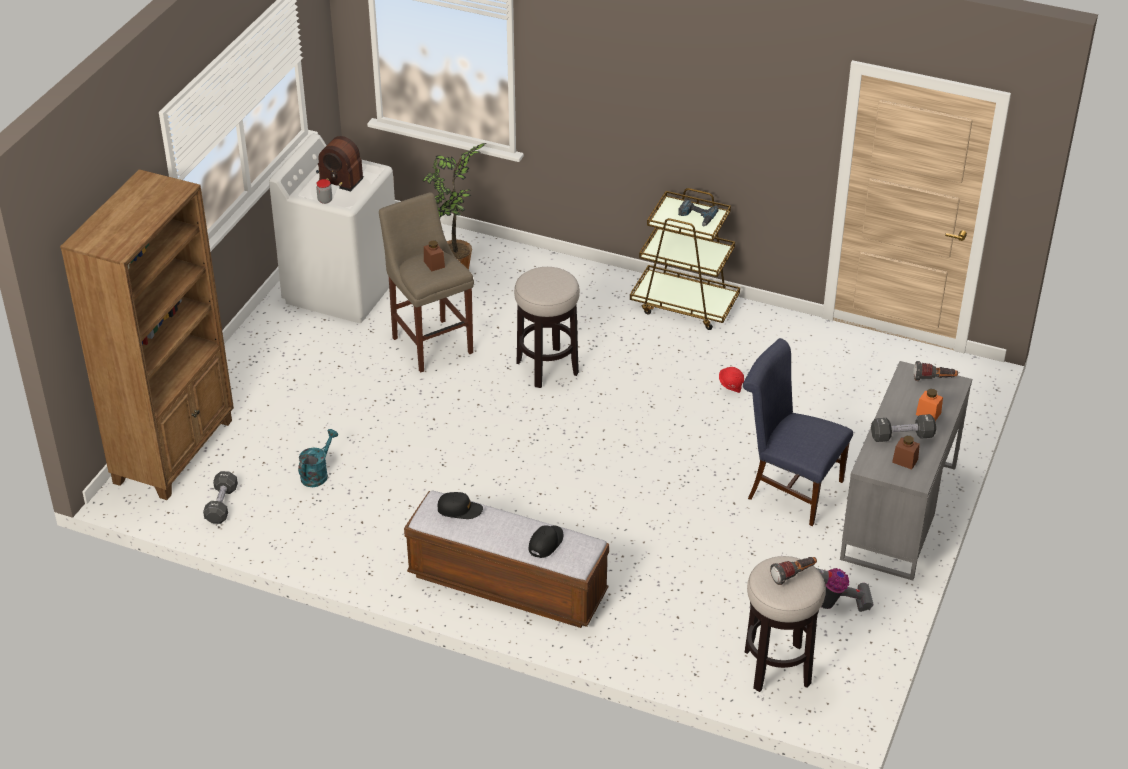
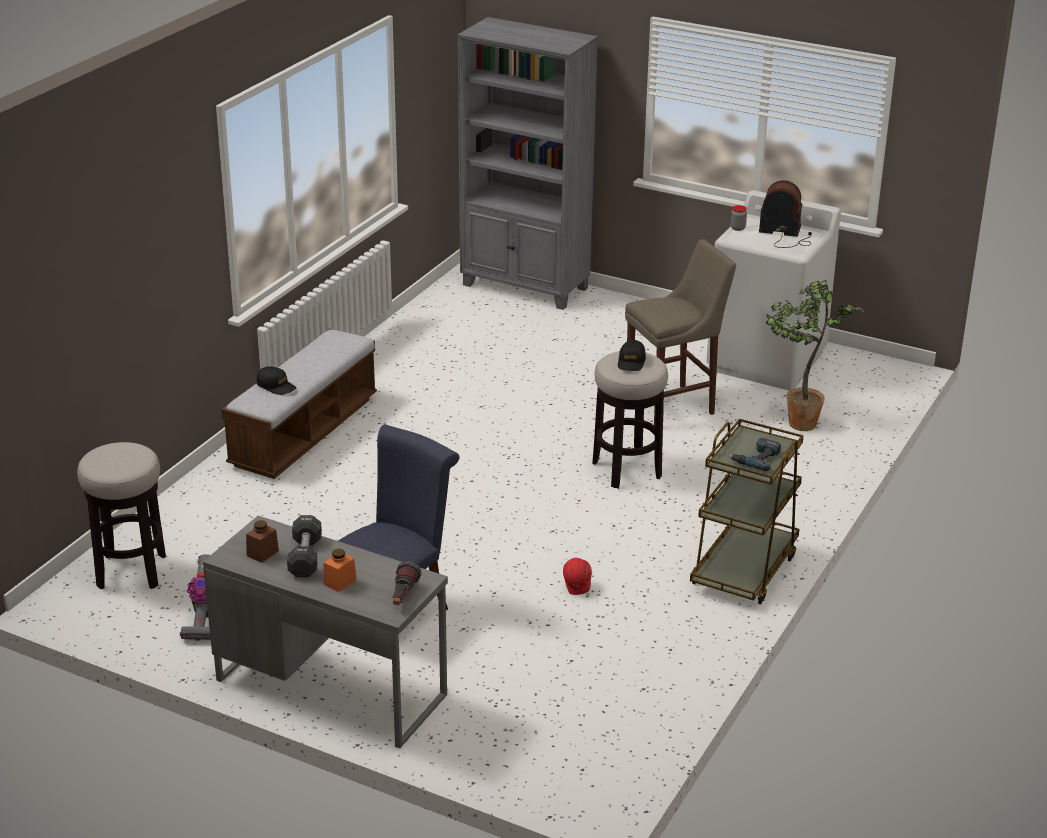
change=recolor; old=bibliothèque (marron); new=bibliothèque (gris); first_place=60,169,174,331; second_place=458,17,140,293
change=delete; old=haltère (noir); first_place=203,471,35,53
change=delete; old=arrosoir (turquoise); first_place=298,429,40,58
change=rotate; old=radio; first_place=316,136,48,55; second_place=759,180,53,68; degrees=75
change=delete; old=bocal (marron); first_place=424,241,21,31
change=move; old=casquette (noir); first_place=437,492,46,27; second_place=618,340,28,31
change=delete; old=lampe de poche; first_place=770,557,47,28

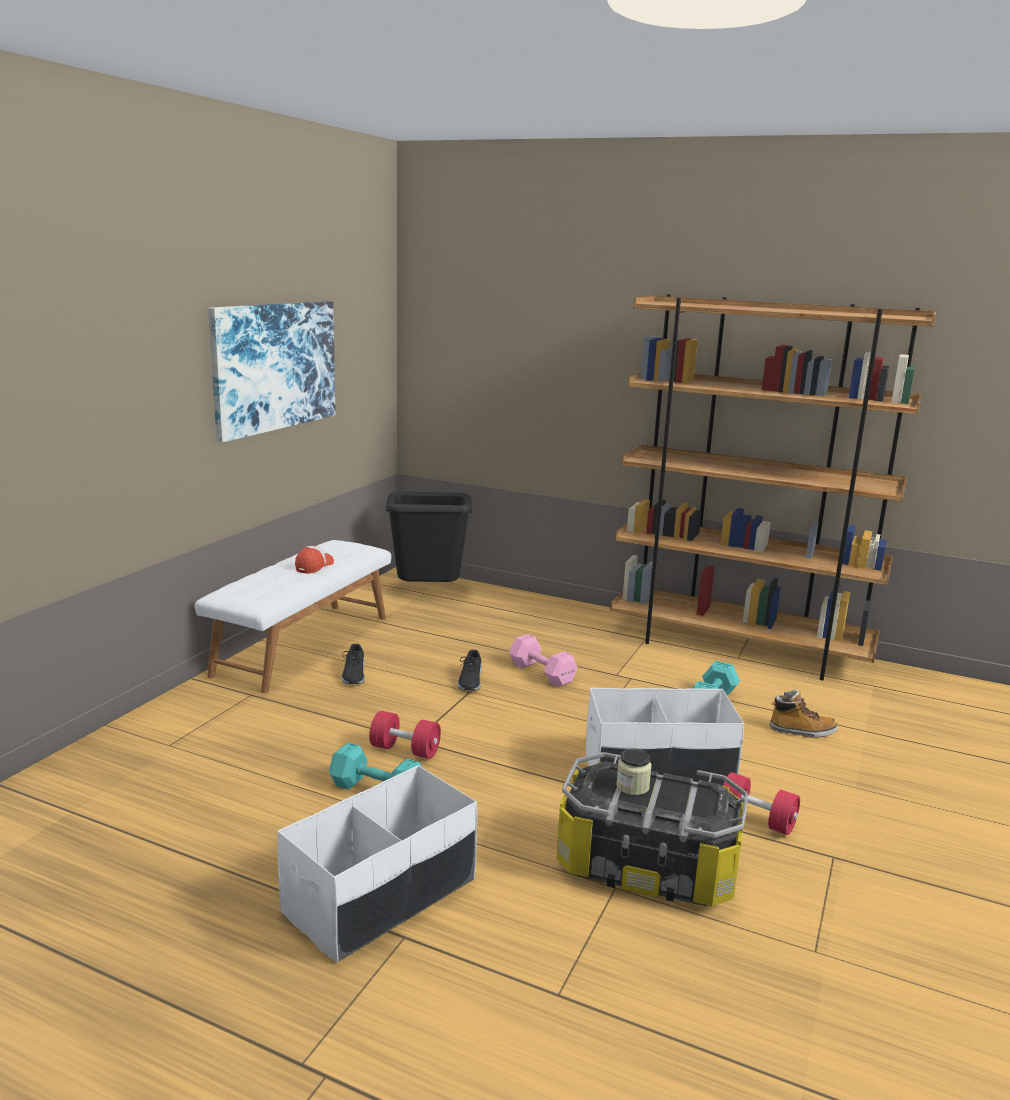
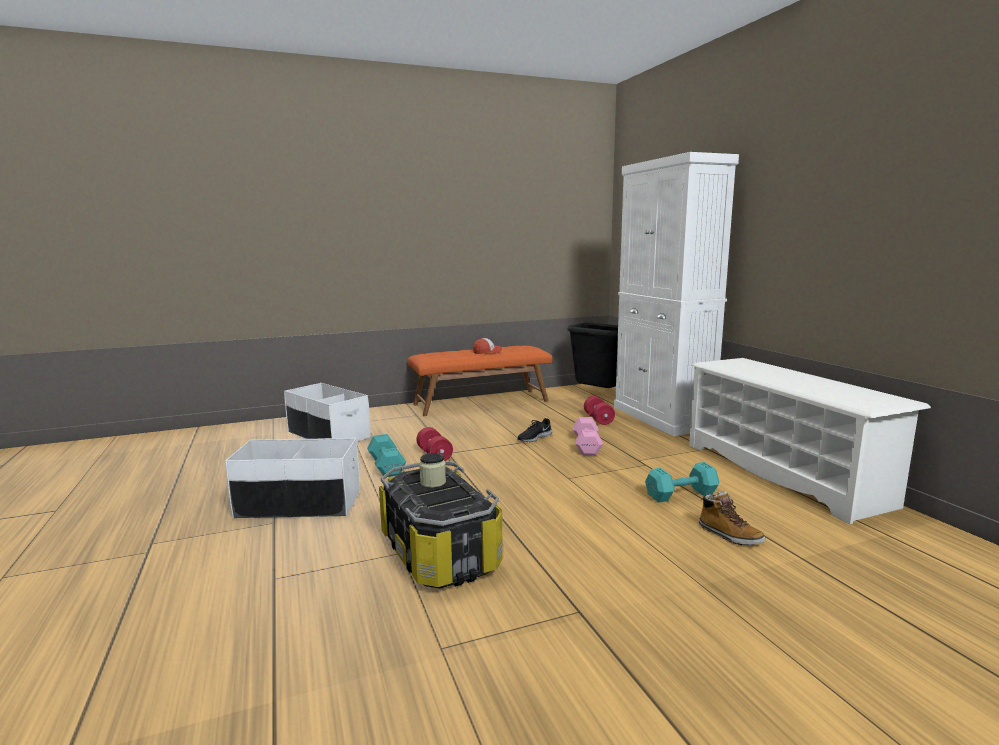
change=recolor; old=banc (blanc); new=banc (orange); first_place=195,540,196,153; second_place=408,346,144,70
change=delete; old=tableau; first_place=208,301,128,141
change=delete; old=chaussure (noir); first_place=341,644,24,40
change=move; old=boîte de rangement (blanc); first_place=586,688,159,98; second_place=284,383,87,59
change=replace; old=bibliothèque (marron); new=étagère à chaussures (blanc); first_place=610,294,326,386; second_place=689,358,242,166
change=move; old=haltère (rouge); first_place=723,772,77,63; second_place=584,396,31,29
change=insert; new=meuble de rangement (blanc); second_place=614,152,125,284

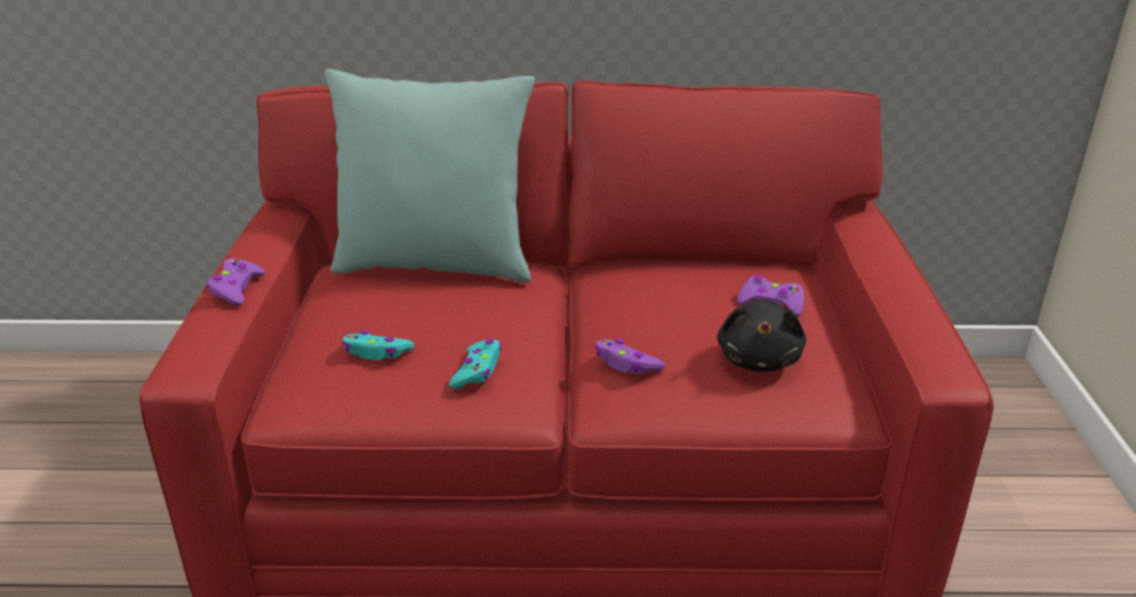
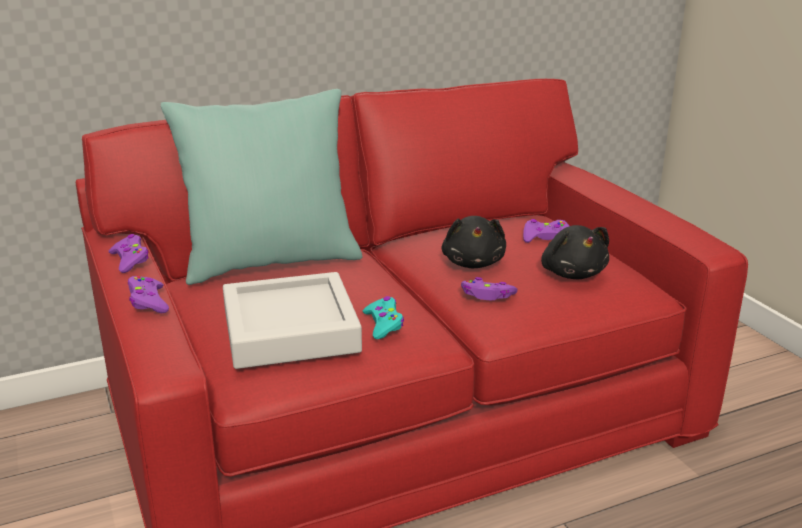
change=replace; old=manette (turquoise); new=plateau (gris); first_place=342,330,72,30; second_place=223,272,139,97
change=insert; new=manette (violet); second_place=108,234,41,39
change=insert; new=peluche (noir); second_place=442,216,64,53

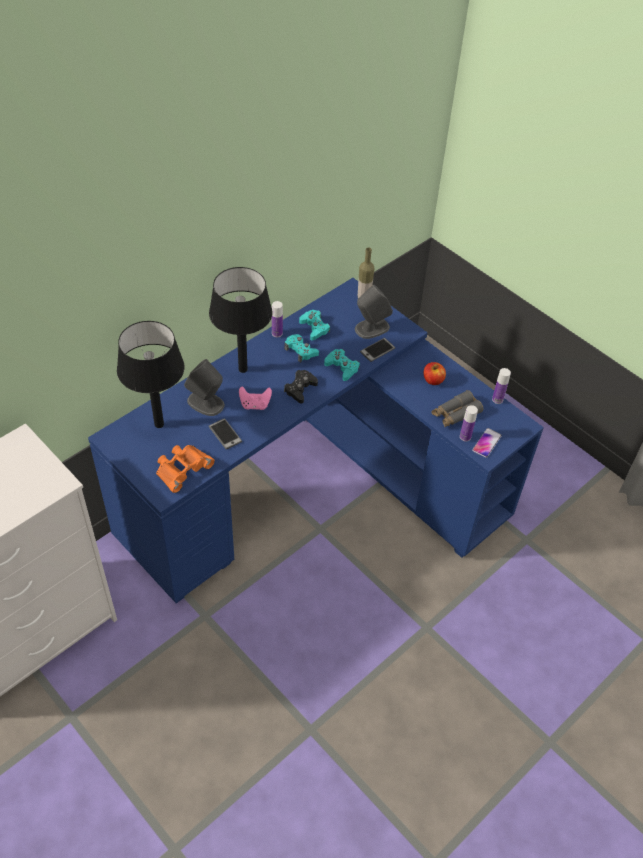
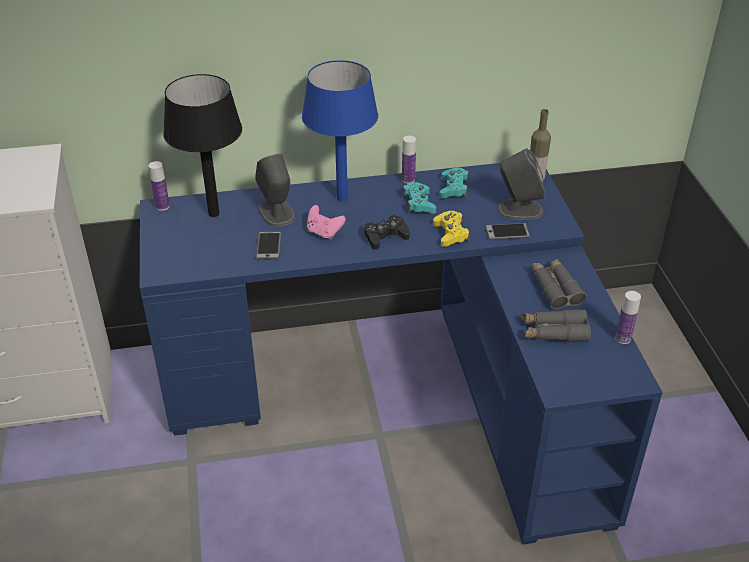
change=delete; old=jumelles (orange); first_place=156,445,59,48
change=recolor; old=lampe de table (noir); new=lampe de table (bleu); first_place=209,267,64,106; second_place=302,60,76,141
change=recolor; old=manette (turquoise); new=manette (jaune); first_place=324,349,36,32; second_place=433,211,37,36
change=replace; old=pomme; new=jumelles (gris); first_place=424,362,22,23; second_place=531,259,56,51
change=move; old=bouteille; first_place=460,405,18,37; second_place=149,161,21,50
change=delete; old=téléphone; first_place=472,428,30,30

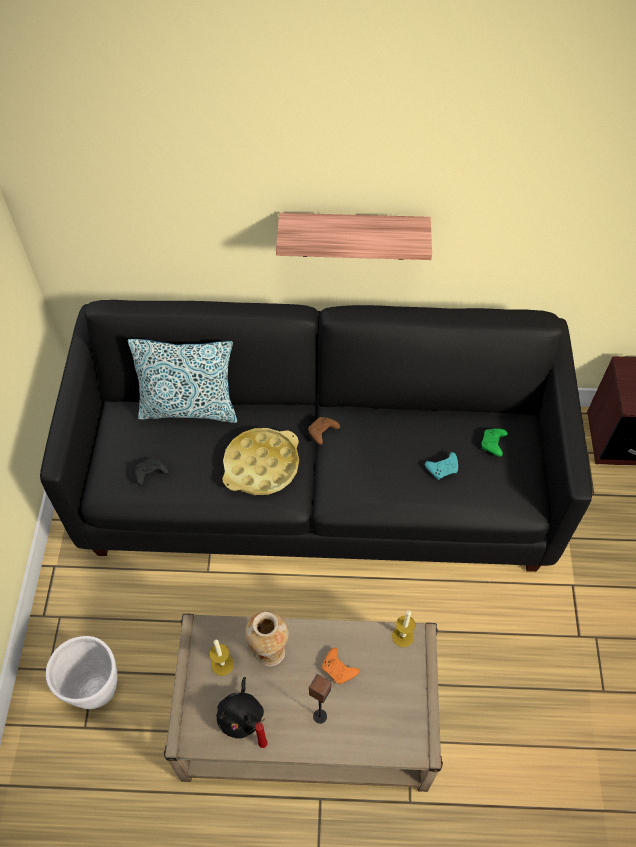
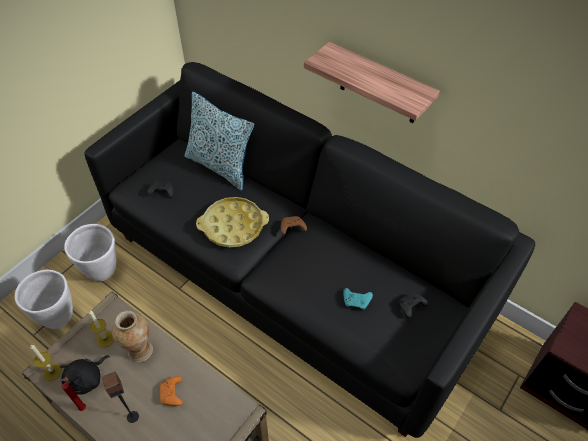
change=move; old=bougie; first_place=392,610,23,37; second_place=30,345,32,36
change=recolor; old=manette (vert); new=manette (noir); first_place=481,428,27,29; second_place=399,292,29,26
change=insert; new=cache-pot (blanc); second_place=64,224,53,57

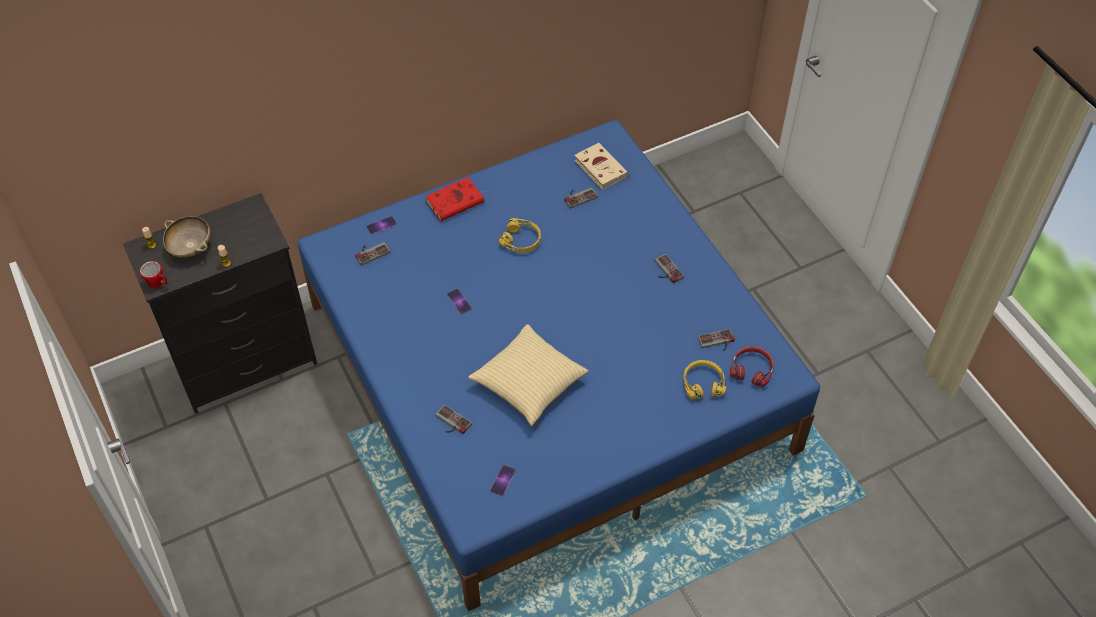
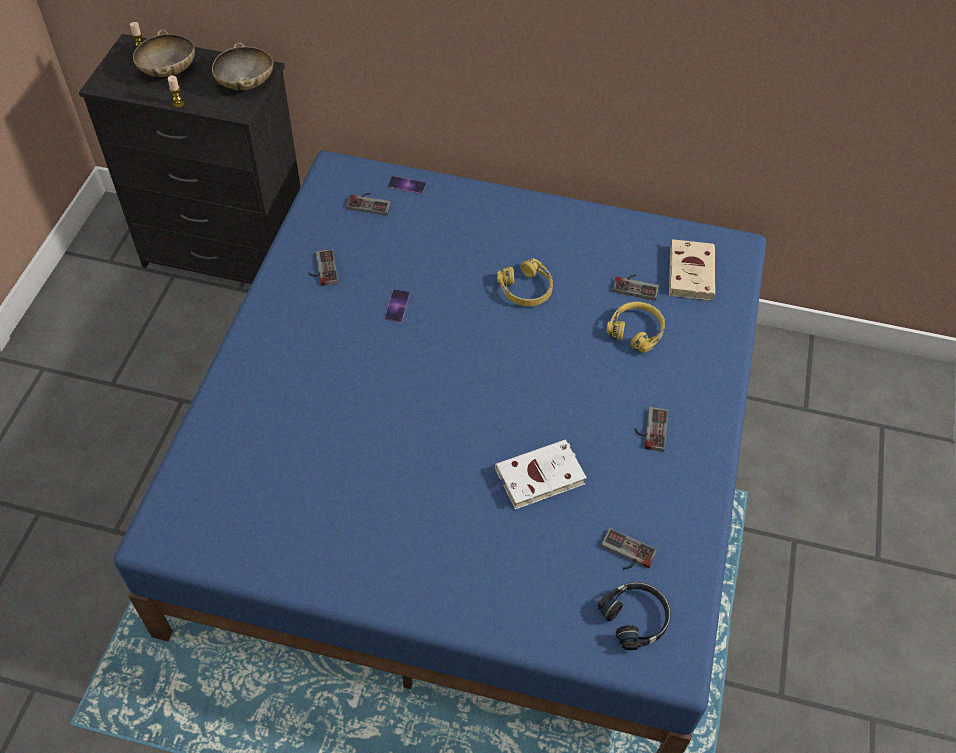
change=delete; old=mug; first_place=140,261,27,27
change=delete; old=livre (rouge); first_place=425,177,62,44
change=move; old=manette; first_place=435,404,37,30; second_place=308,249,31,37
change=delete; old=coussin; first_place=468,324,121,102
change=delete; old=téléphone; first_place=490,465,26,31
change=move; old=casque audio (jaune); first_place=683,360,43,39; second_place=606,301,59,52
change=recolor; old=casque audio (rouge); new=casque audio (noir); first_place=730,346,44,41; second_place=598,582,73,68
change=insert; new=bol (beige); second_place=212,42,61,48
change=insert; new=livre (blanc); second_place=488,440,99,70

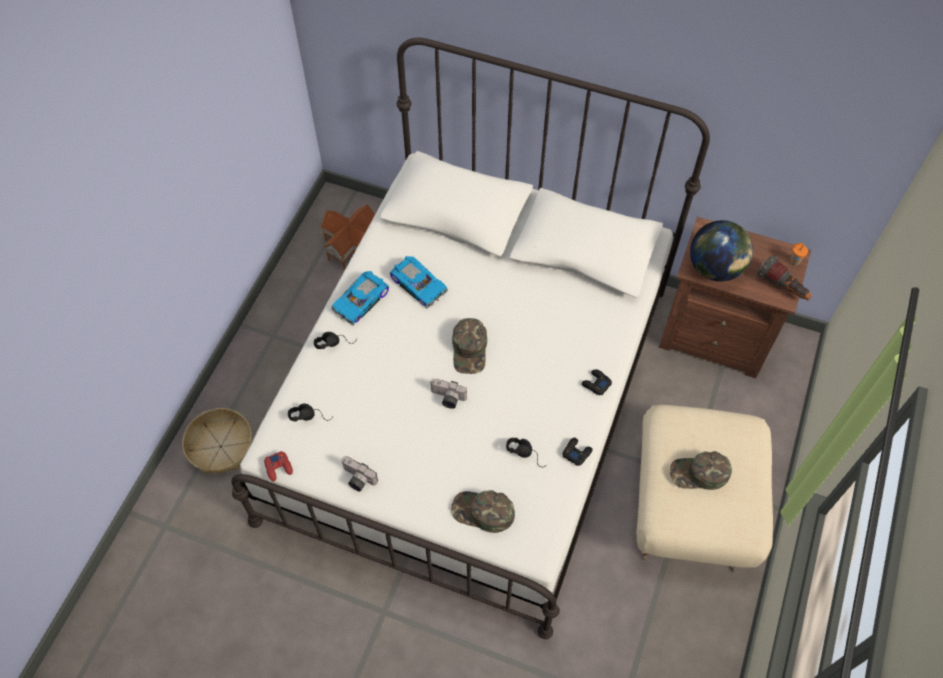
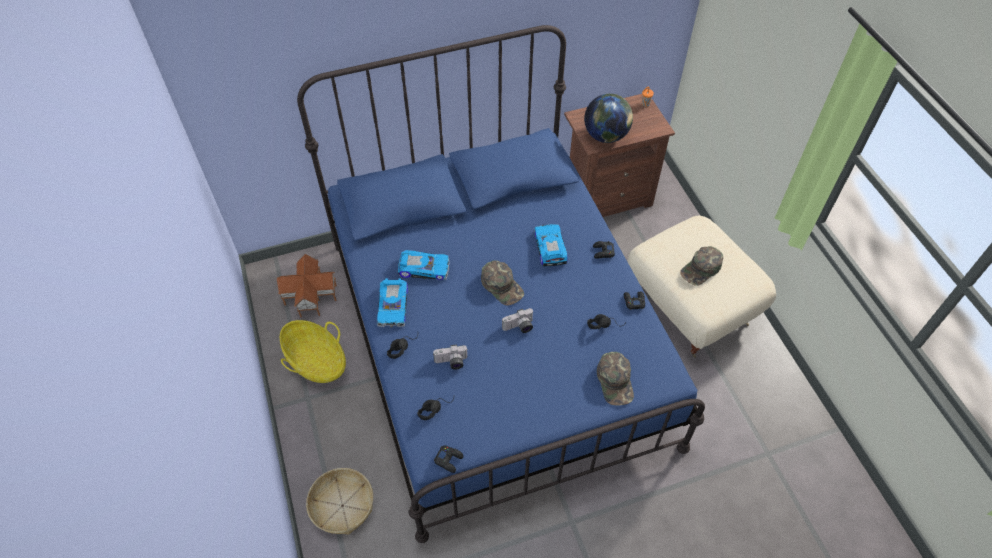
change=recolor; old=lit (blanc); new=lit (bleu); first_place=231,38,479,601; second_place=297,25,408,518
change=recolor; old=manette (rouge); new=manette (noir); first_place=264,451,29,30; second_place=434,445,29,28
change=move; old=appareil photo; first_place=342,456,36,36; second_place=433,344,35,26
change=rotate; old=casquette (vert); first_place=451,490,64,43; second_place=597,352,37,54; degrees=-75
change=delete; old=lampe de poche; first_place=758,255,54,45
change=insert; new=panier; second_place=280,320,66,63
change=insert; new=petite voiture; second_place=534,224,34,42

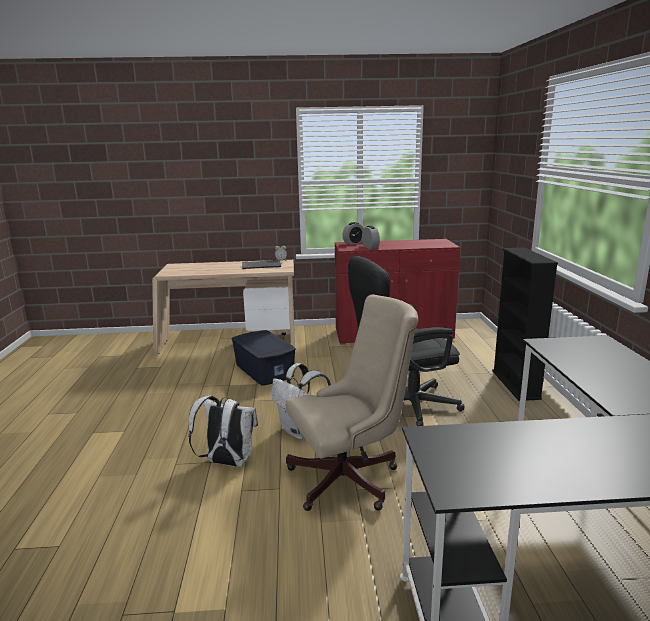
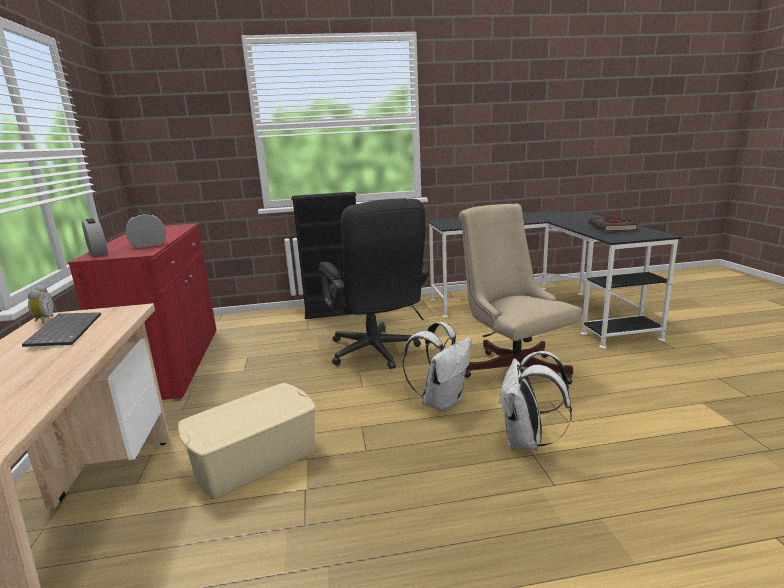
change=recolor; old=boîte de rangement (bleu); new=boîte de rangement (beige); first_place=232,330,64,56; second_place=178,383,138,116
change=insert; new=livre (noir); second_place=589,217,49,14

